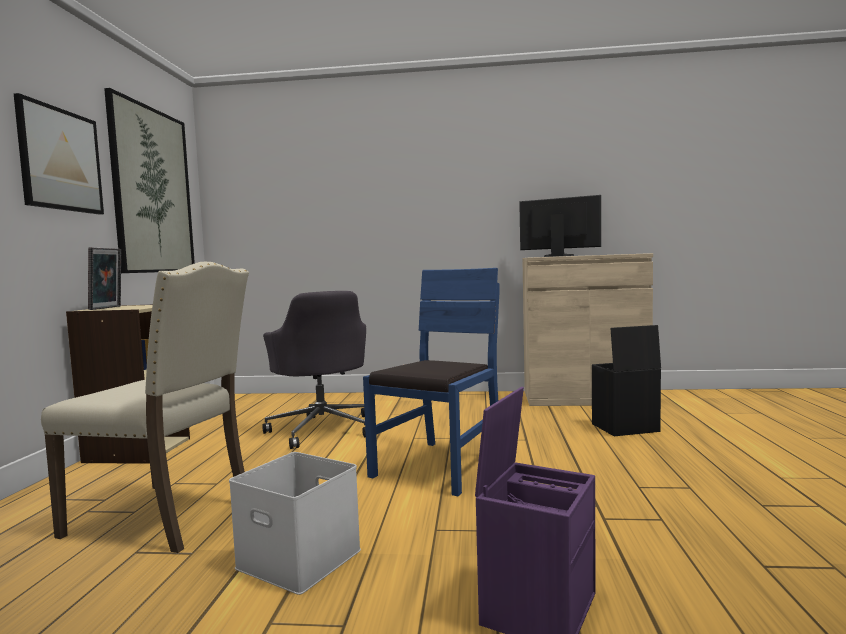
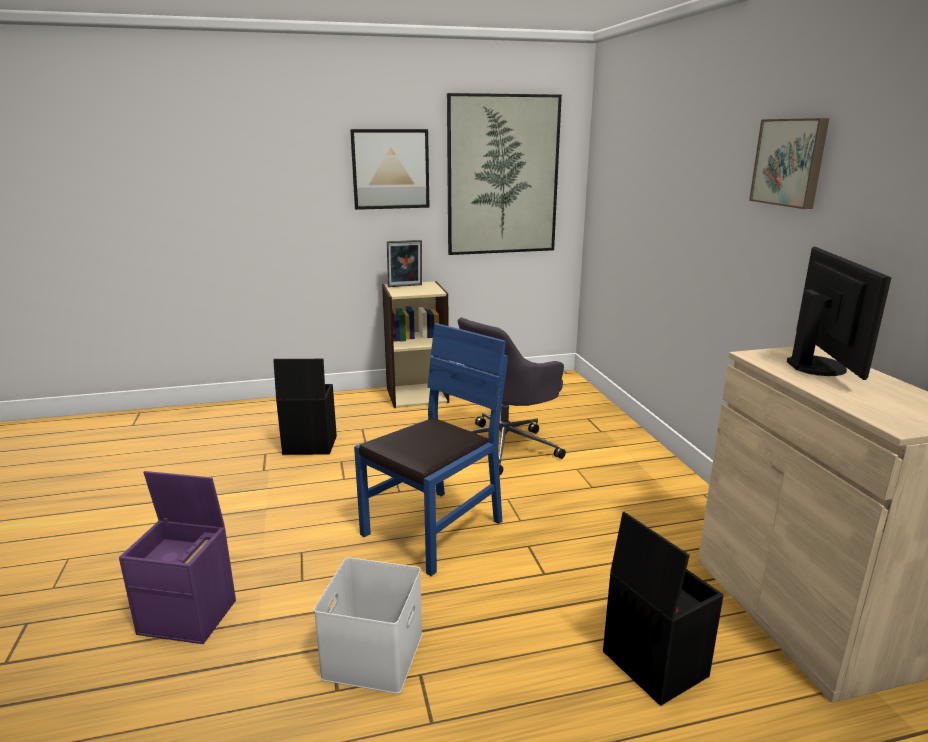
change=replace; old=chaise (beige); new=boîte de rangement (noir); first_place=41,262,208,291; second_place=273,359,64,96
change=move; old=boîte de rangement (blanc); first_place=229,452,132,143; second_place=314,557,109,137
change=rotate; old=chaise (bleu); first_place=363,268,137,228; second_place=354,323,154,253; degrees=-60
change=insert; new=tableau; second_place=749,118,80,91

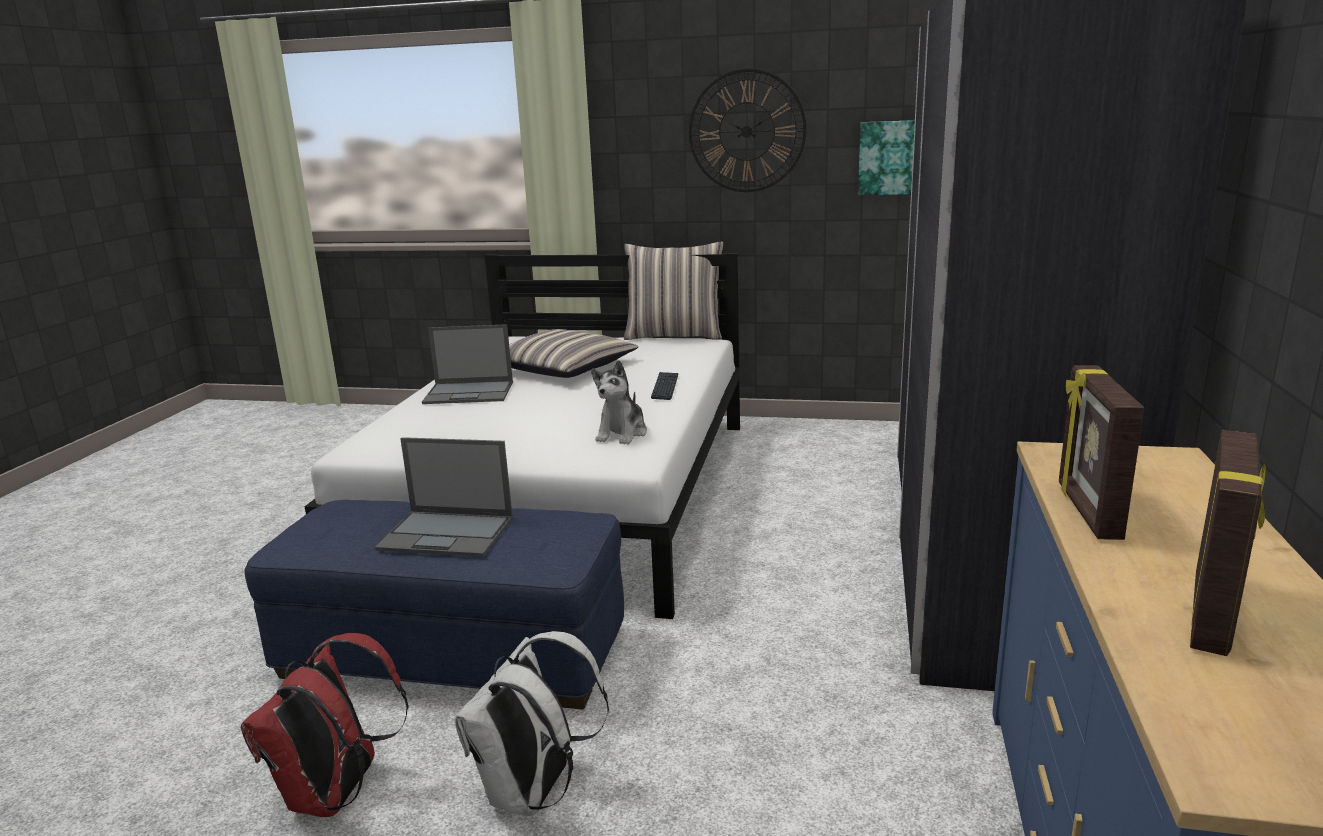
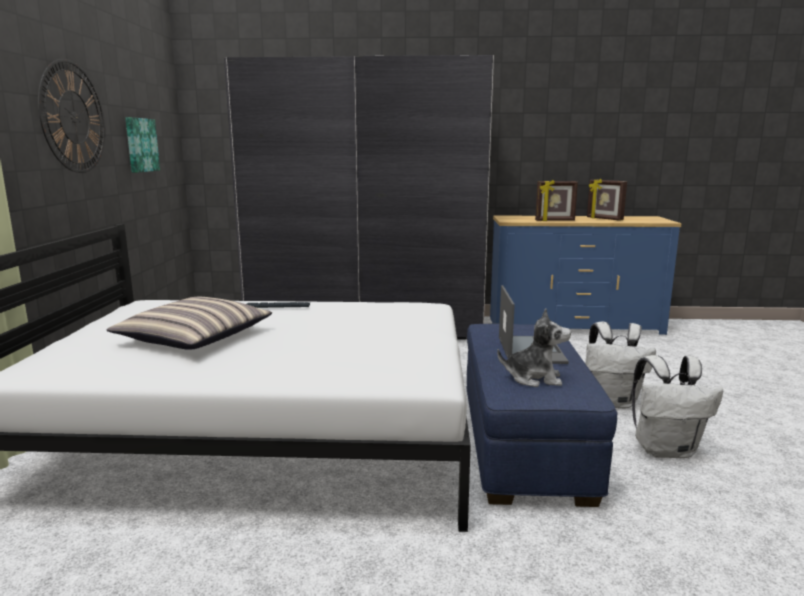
change=recolor; old=sac à dos (rouge); new=sac à dos (blanc); first_place=241,633,167,184; second_place=632,355,91,103
change=delete; old=ordinateur portable; first_place=422,324,91,80
change=move; old=peluche; first_place=591,360,56,85; second_place=497,309,74,78
change=delete; old=coussin; first_place=624,242,99,98
change=rotate; old=cadre photo; first_place=1190,430,76,226; second_place=587,179,40,42; degrees=-150

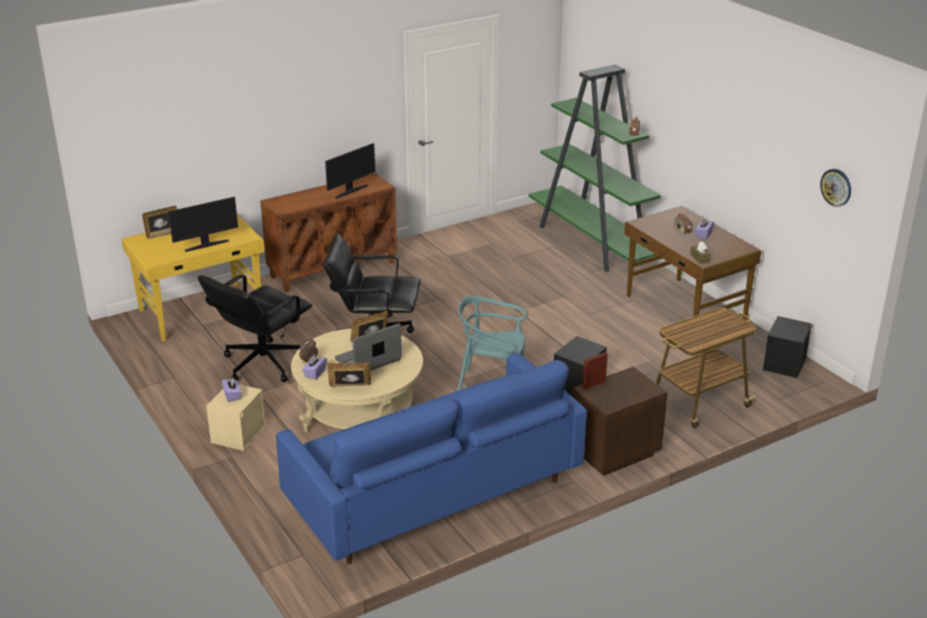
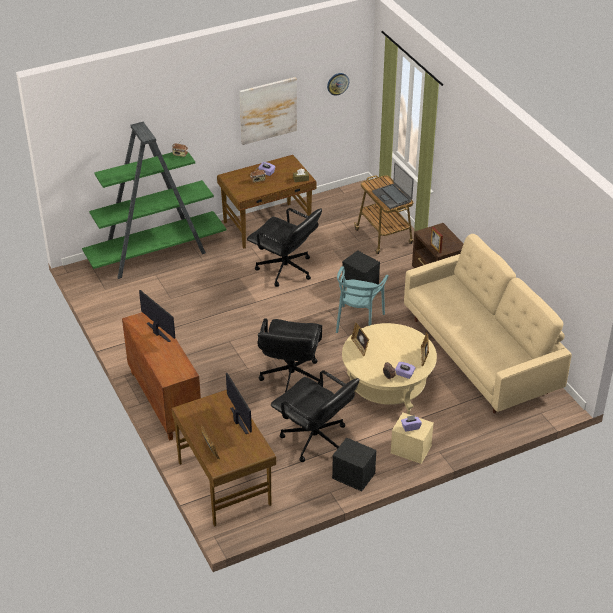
change=recolor; old=bureau (jaune); new=bureau (marron); first_place=122,215,143,126; second_place=172,390,104,137
change=recolor; old=canapé (bleu); new=canapé (beige); first_place=276,353,311,211; second_place=404,234,168,179
change=move; old=ordinateur portable; first_place=335,323,67,48; second_place=372,163,42,46
change=move; old=boîte de rangement (noir); first_place=763,316,49,62; second_place=332,437,45,55
change=insert; new=tableau; second_place=239,77,58,68
change=insert; new=chaise de bureau (noir); second_place=247,208,75,79

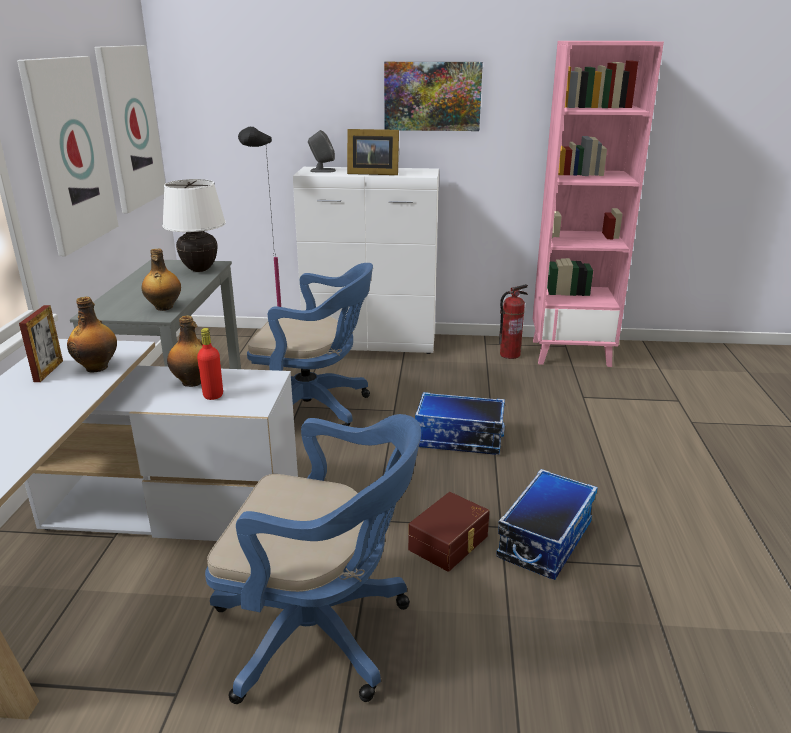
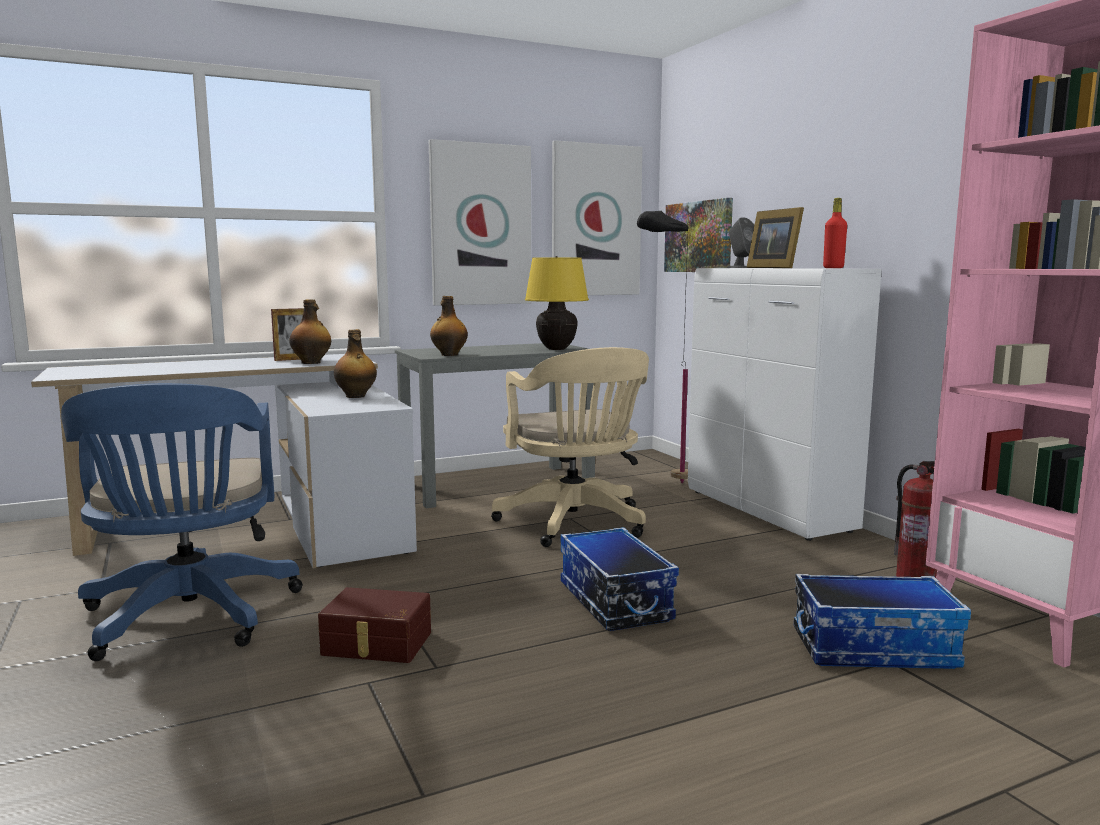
change=recolor; old=lampe de table (blanc); new=lampe de table (jaune); first_place=162,179,64,93; second_place=525,256,64,94
change=move; old=bouteille (rouge); first_place=197,328,26,72; second_place=823,198,24,70
change=recolor; old=chaise de bureau (bleu); new=chaise de bureau (beige); first_place=247,263,126,163; second_place=491,347,158,200
change=move; old=tableau; first_place=384,62,99,69; second_place=664,198,69,74
change=move; old=boîte de rangement; first_place=496,469,102,111; second_place=794,574,177,95

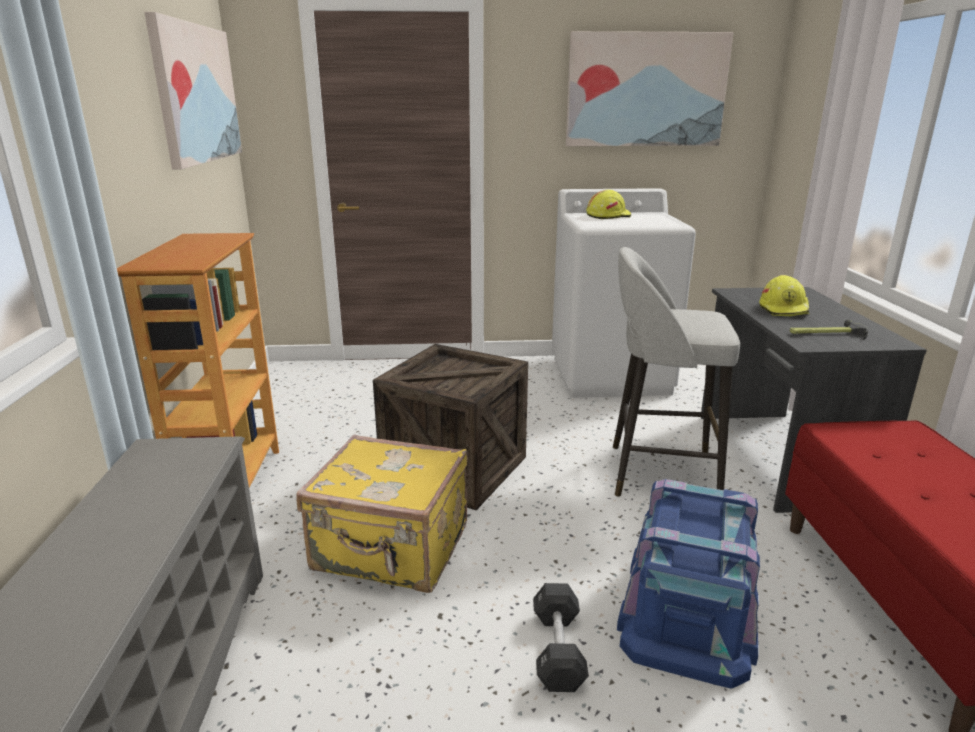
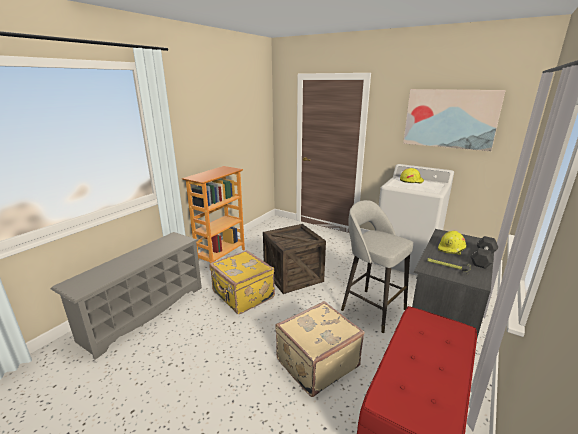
change=delete; old=tableau; first_place=144,12,98,157
change=move; old=haltère (noir); first_place=533,583,56,109; second_place=471,236,27,33
change=replace; old=boîte de rangement (bleu); new=valise (beige); first_place=617,479,143,210; second_place=275,301,90,96

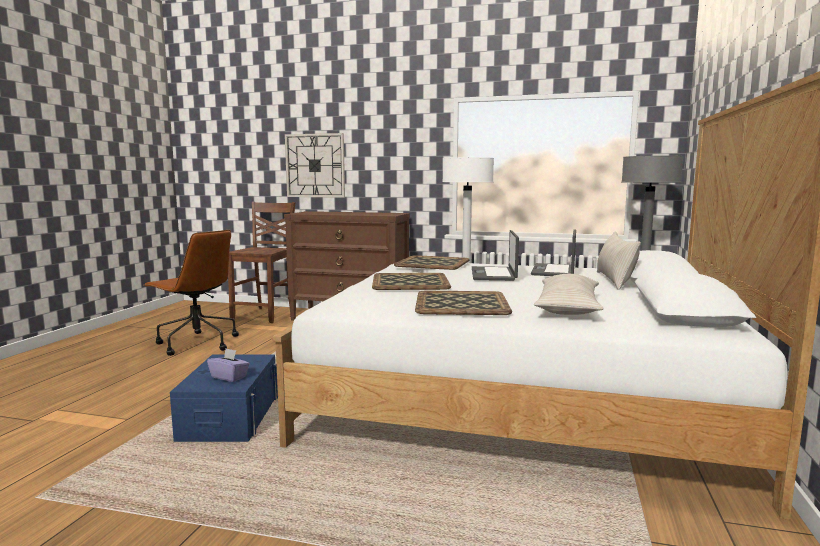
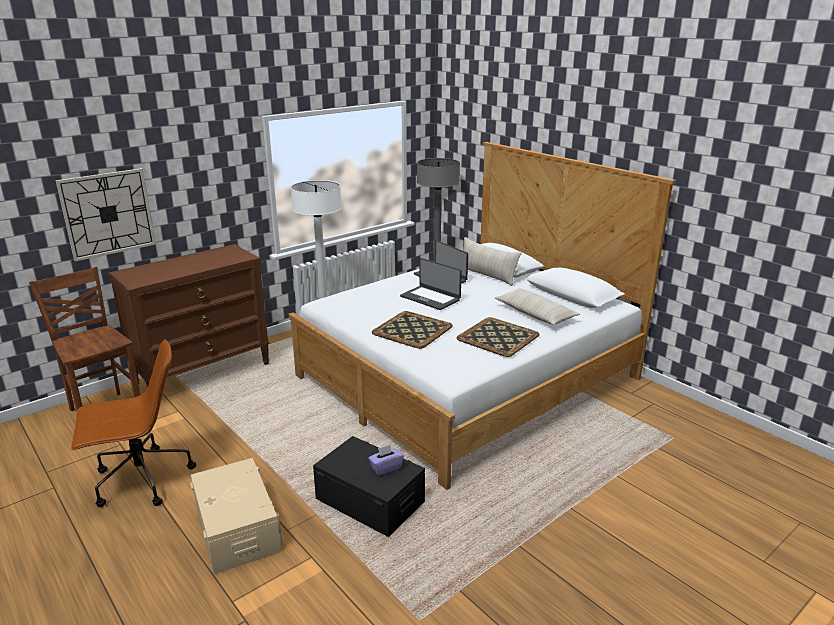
change=recolor; old=boîte de rangement (bleu); new=boîte de rangement (noir); first_place=170,355,108,87; second_place=313,436,112,101
change=delete; old=plateau; first_place=394,255,76,15
change=insert; new=boîte de rangement (beige); second_place=190,458,92,116

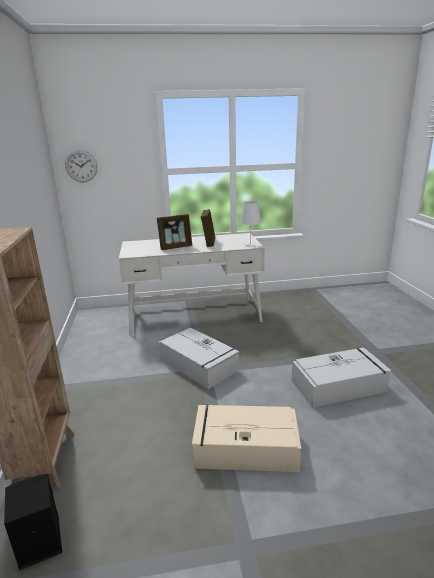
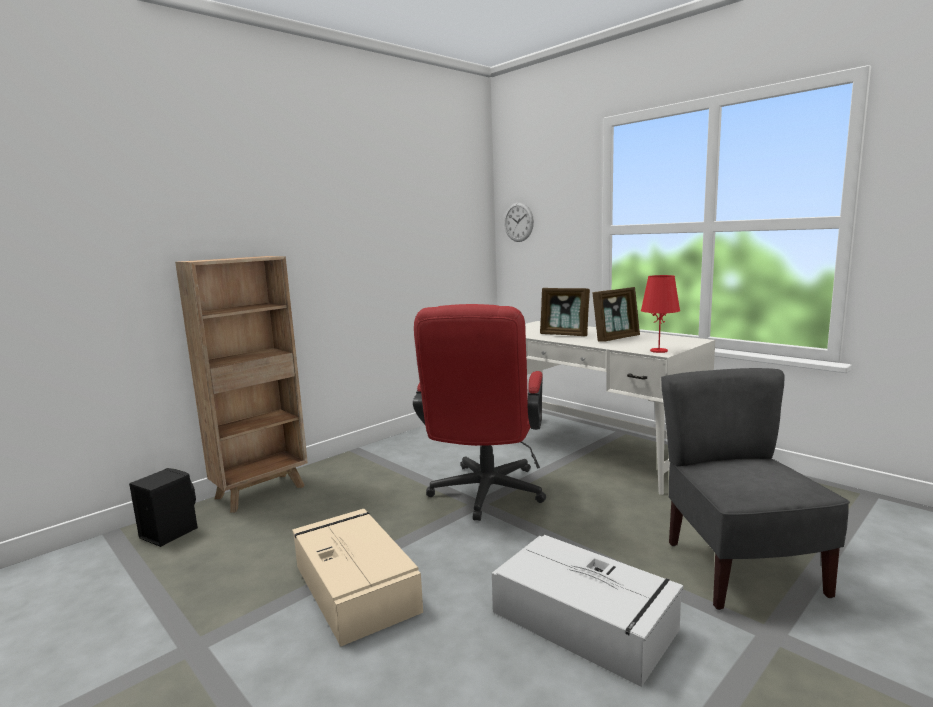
change=replace; old=boîte de rangement (gris); new=chaise de bureau (rouge); first_place=159,328,80,61; second_place=413,304,133,217
change=recolor; old=lampe de table (blanc); new=lampe de table (rouge); first_place=240,201,21,46; second_place=641,275,39,78
change=insert; new=chaise (gris); second_place=661,368,189,242

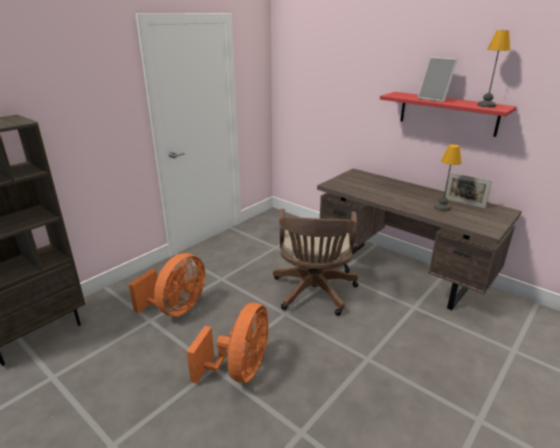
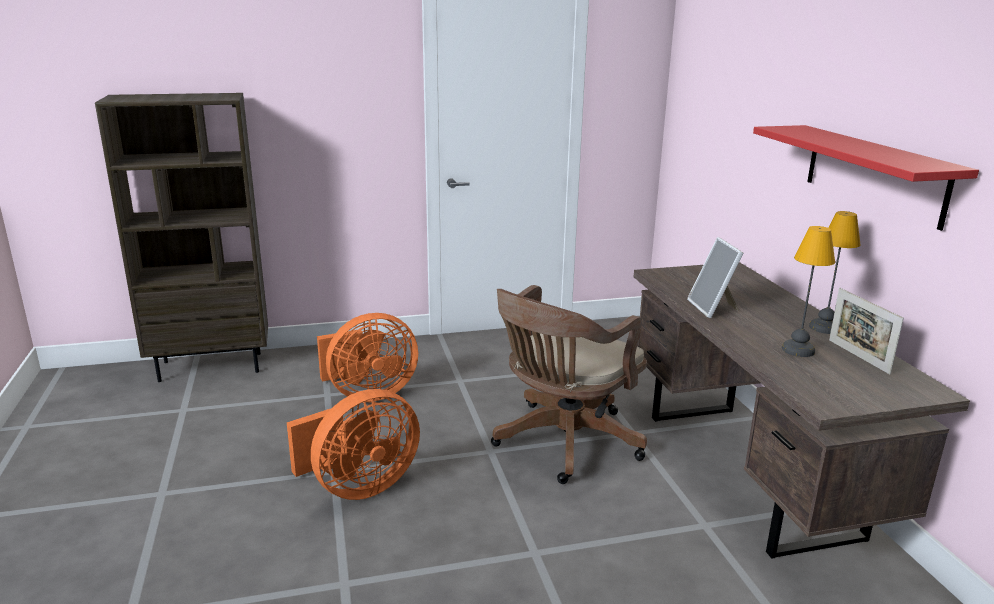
change=move; old=cadre photo; first_place=418,57,40,45; second_place=687,237,56,81
change=move; old=lampe de table; first_place=477,30,33,77; second_place=809,211,52,123

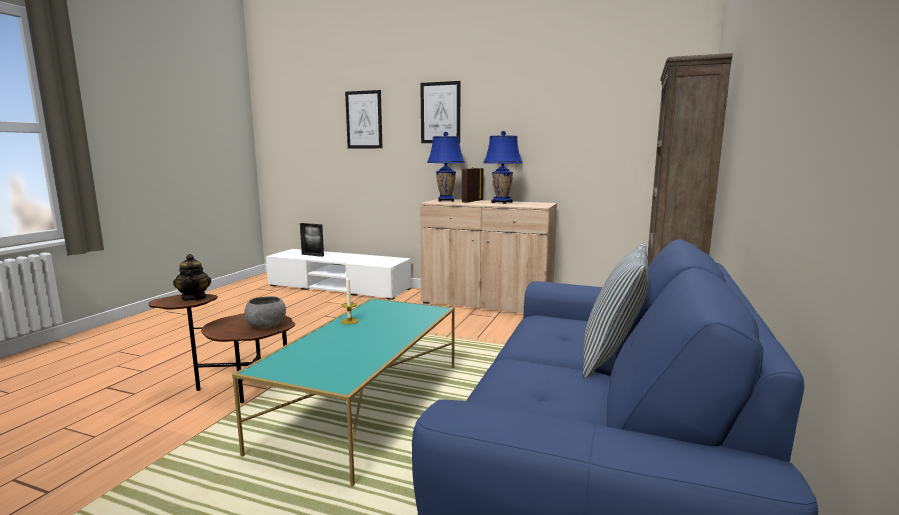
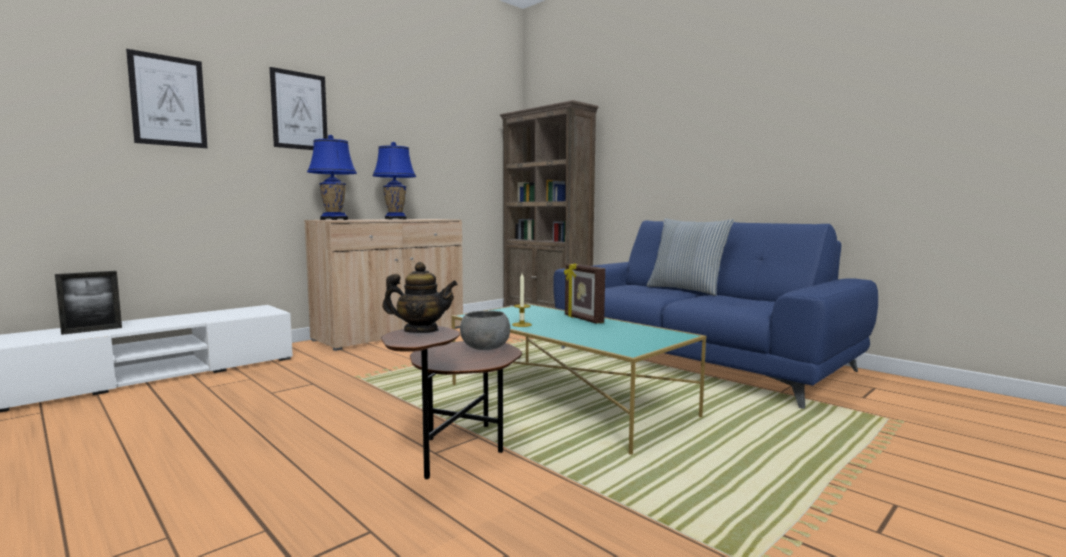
change=move; old=cadre photo; first_place=462,167,22,36; second_place=564,264,41,60

